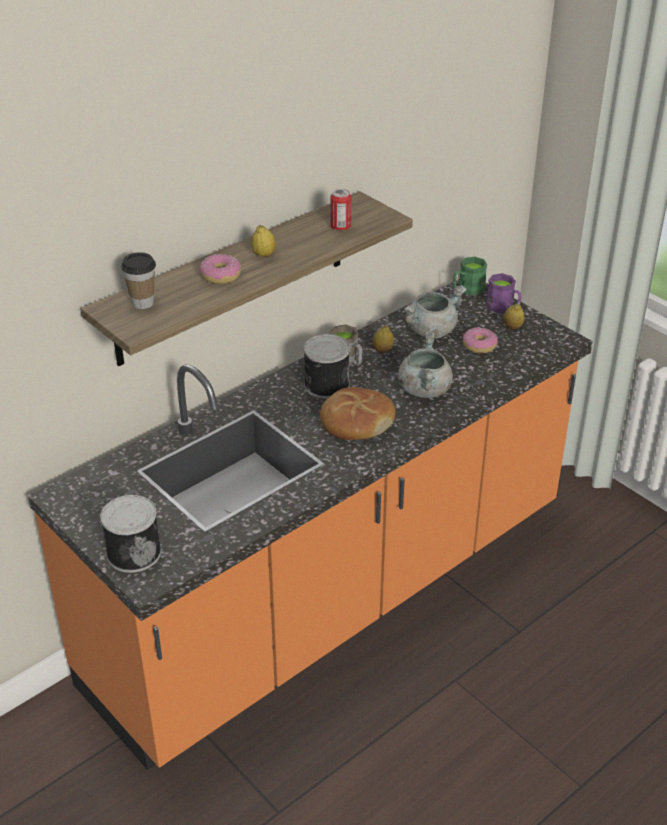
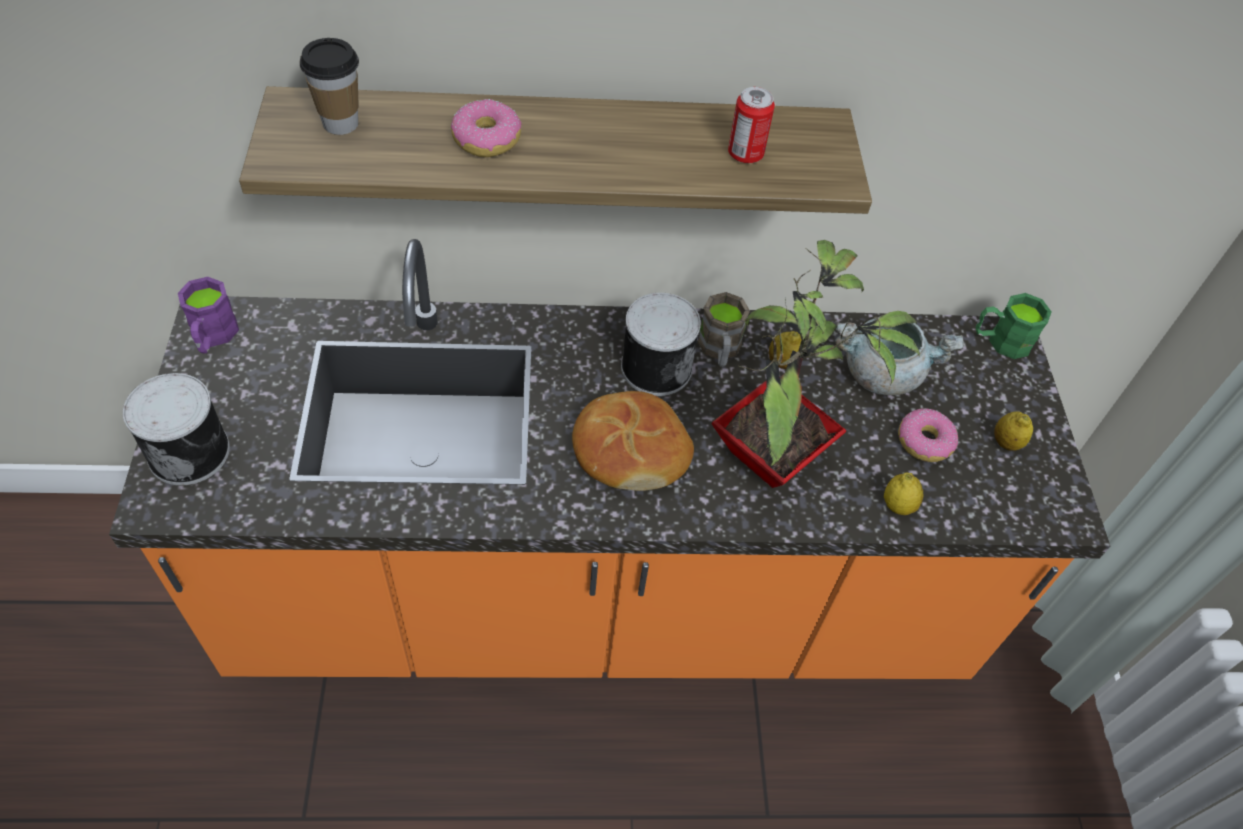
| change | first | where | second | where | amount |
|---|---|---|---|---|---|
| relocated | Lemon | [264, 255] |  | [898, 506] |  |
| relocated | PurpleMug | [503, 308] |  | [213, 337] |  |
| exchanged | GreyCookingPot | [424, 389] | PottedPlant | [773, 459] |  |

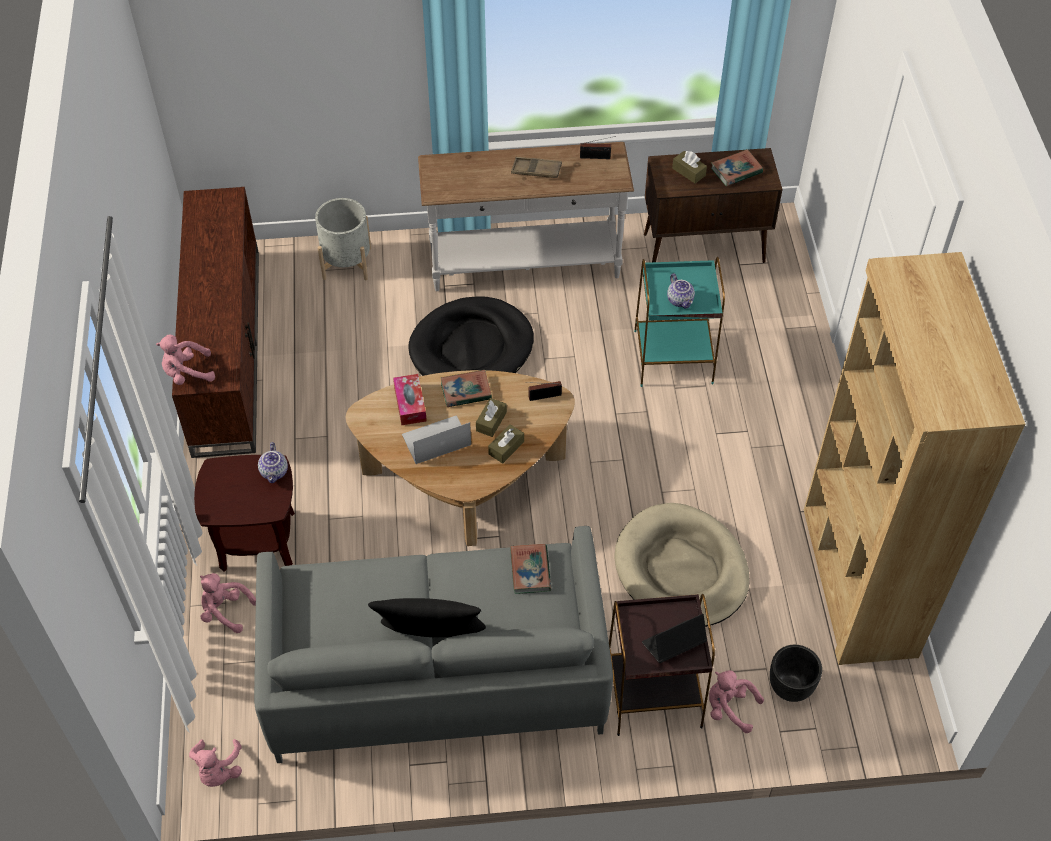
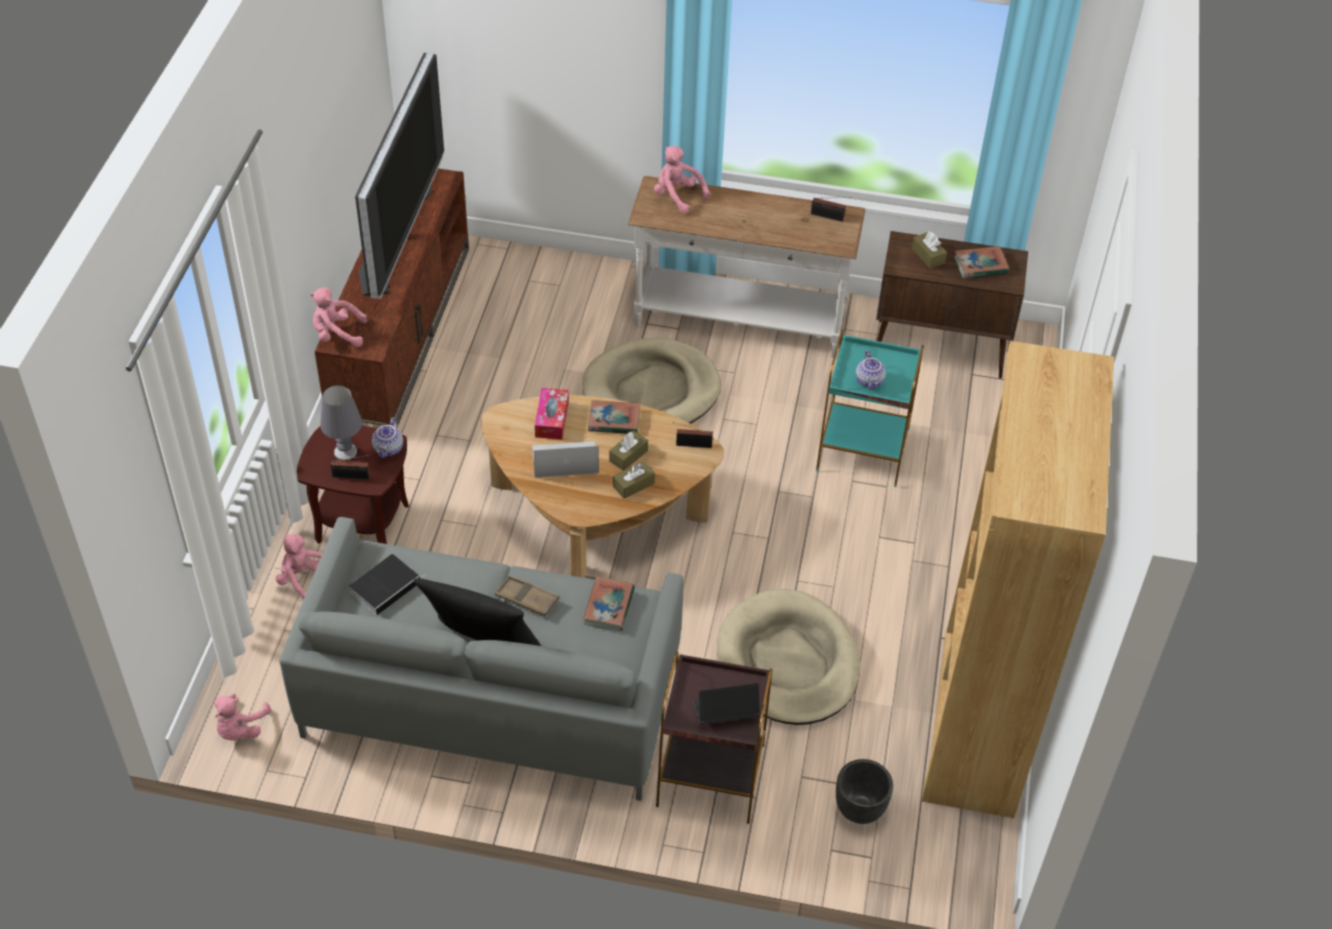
| change | first | where | second | where | amount |
|---|---|---|---|---|---|
| missing | GreyPlanter | [347, 263] |  |  |  |
| appeared |  |  | GreyTableLamp | [345, 451] |  |
| appeared |  |  | Radio | [353, 476] |  |
| appeared |  |  | Book | [386, 586] |  |
| appeared |  |  | Television | [397, 238] |  |
| relocated | BrownTray | [536, 170] |  | [527, 599] |  |
| relocated | PinkPlushToy | [729, 708] |  | [677, 196] |  |
| colour | BlackDogBed | [472, 348] | BeigeDogBed | [651, 391] |  |

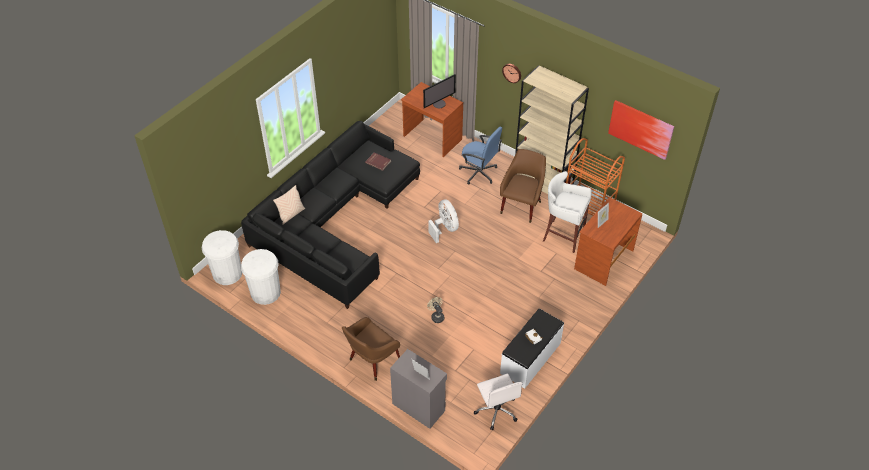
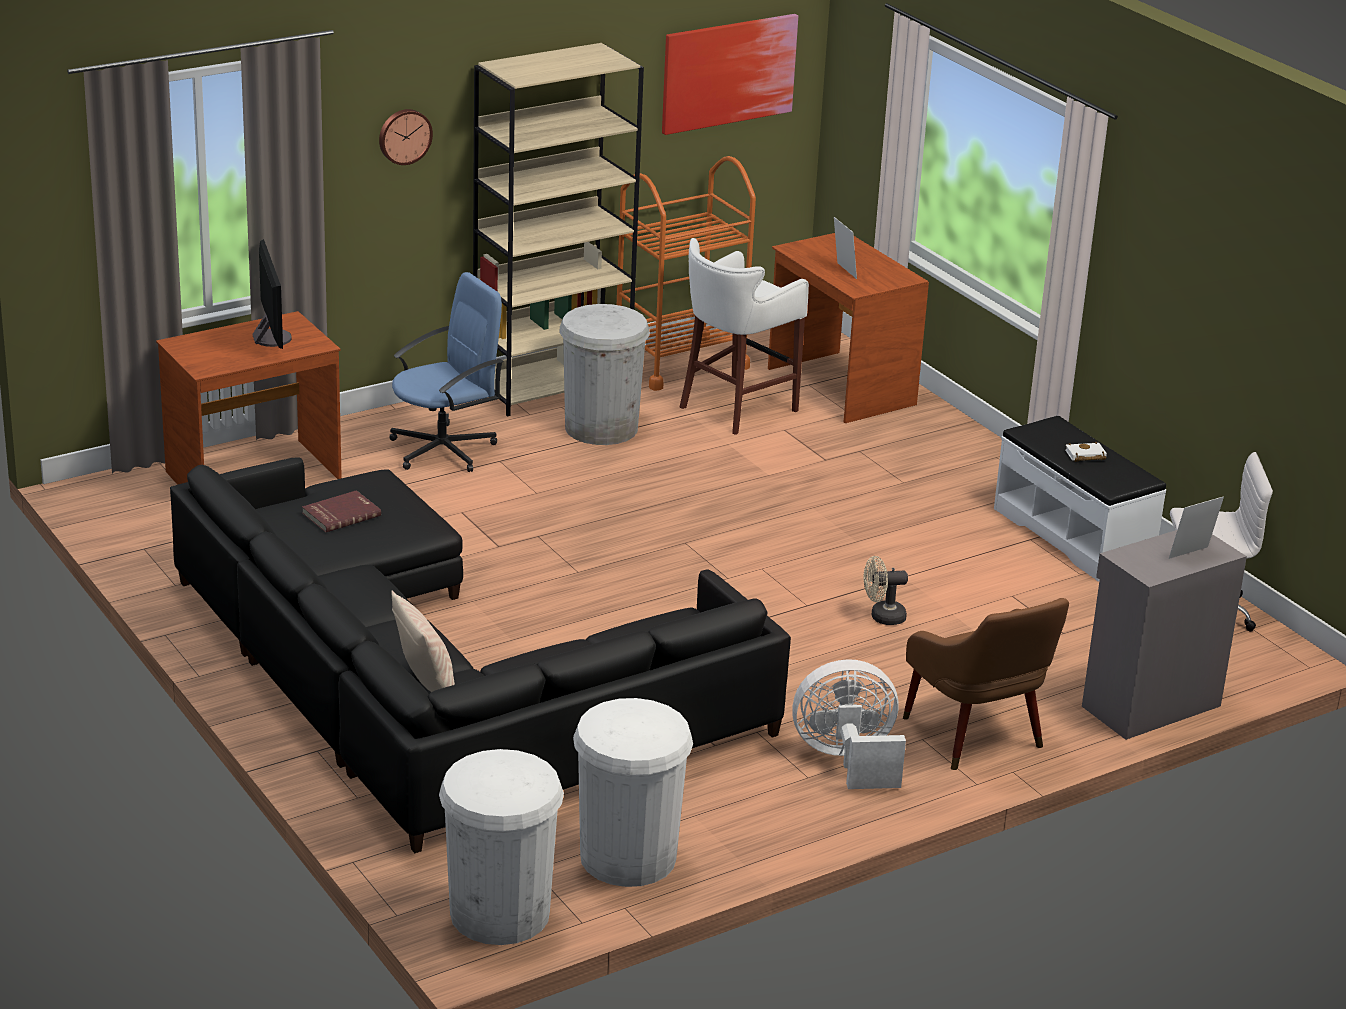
| change | first | where | second | where | amount |
|---|---|---|---|---|---|
| relocated | WhiteFan | [444, 229] |  | [847, 760] |  |
| exchanged | BrownArmchair | [521, 205] | WhiteTrashCan | [601, 428] |  |

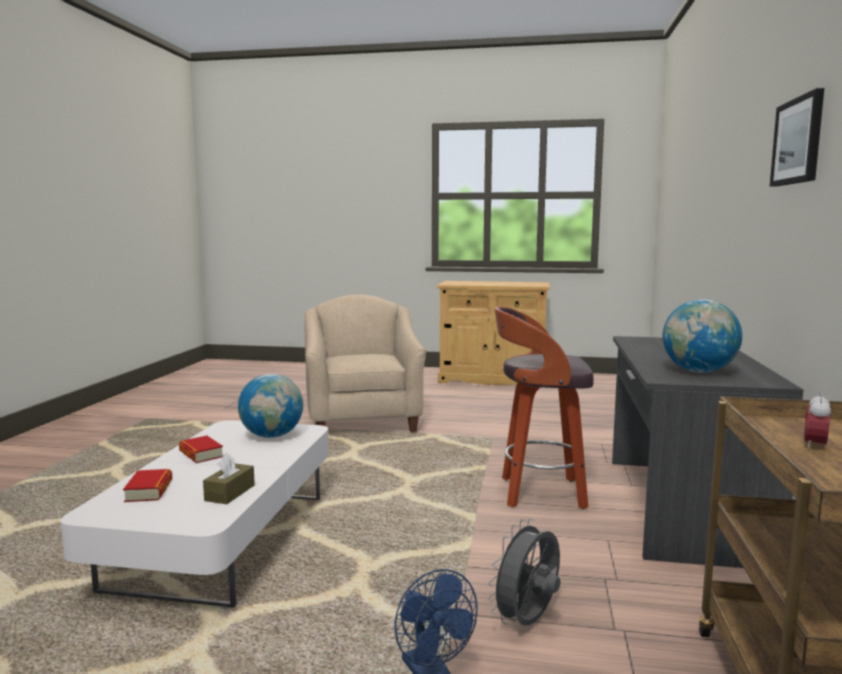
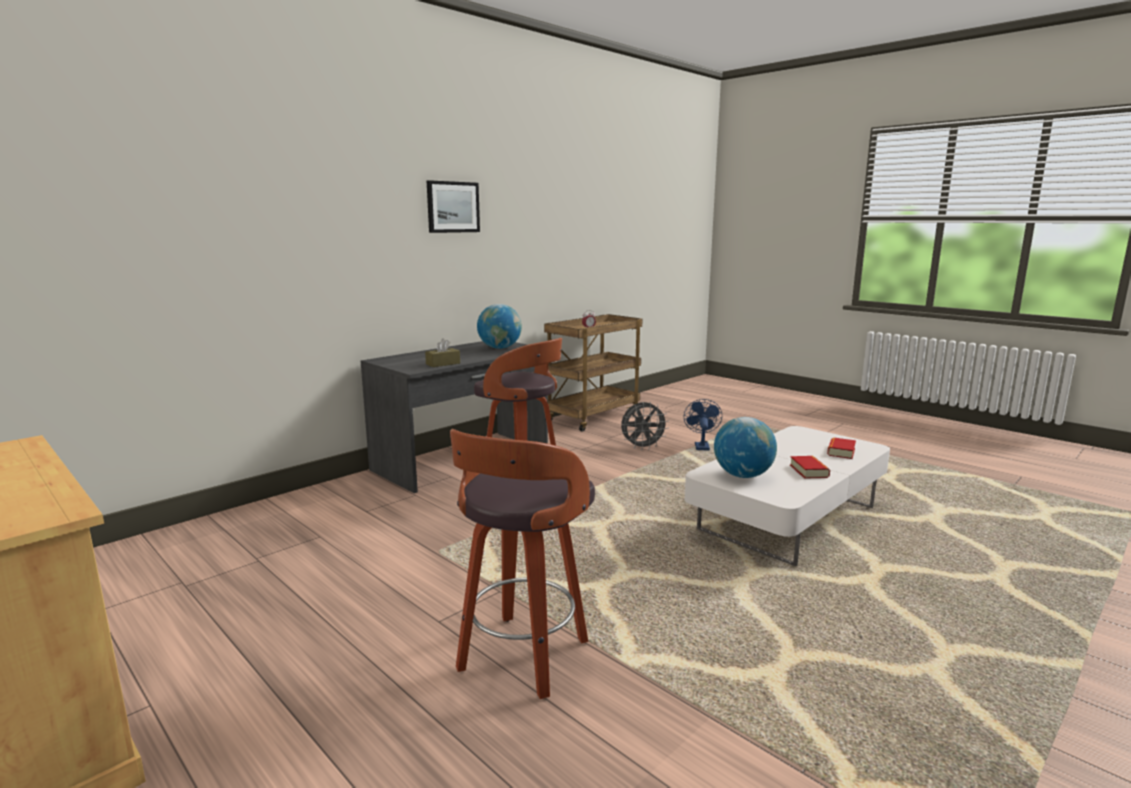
| change | first | where | second | where | amount |
|---|---|---|---|---|---|
| relocated | BrownTissueBox | [230, 493] |  | [443, 364] |  |
| exchanged | BeigeArmchair | [363, 419] | Stool | [522, 658] |  |

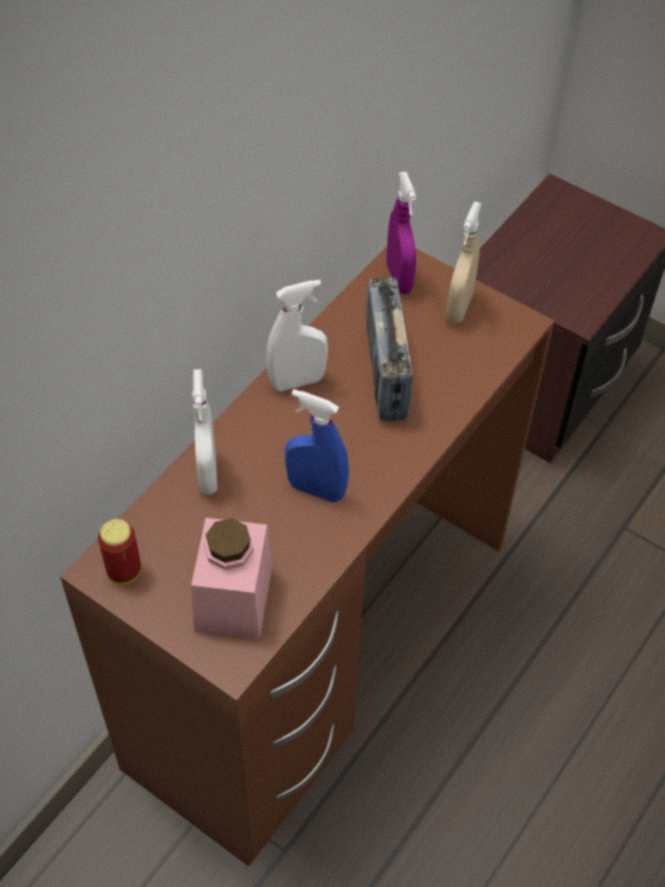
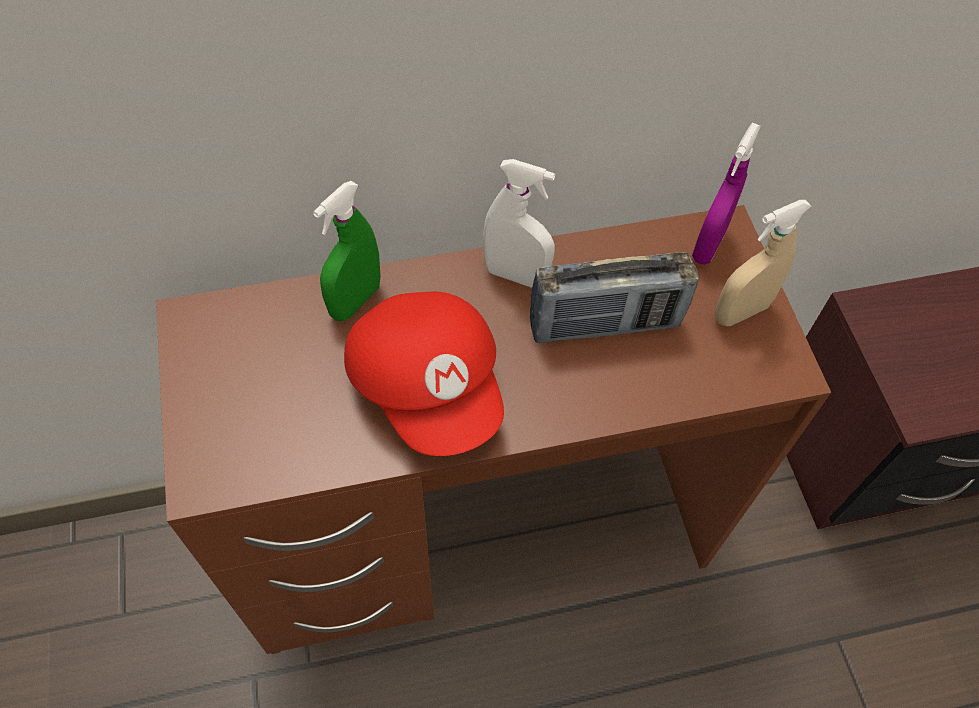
| change | first | where | second | where | amount |
|---|---|---|---|---|---|
| missing | Can | [124, 571] |  |  |  |
| missing | PinkJar | [233, 598] |  |  |  |
| exchanged | BlueSprayBottle | [316, 489] | RedCap | [429, 385] |  |
| colour | WhiteSprayBottle | [207, 474] | GreenSprayBottle | [355, 301] |  |
| spun | Radio | [385, 373] |  | [604, 324] | 135 degrees counterclockwise |

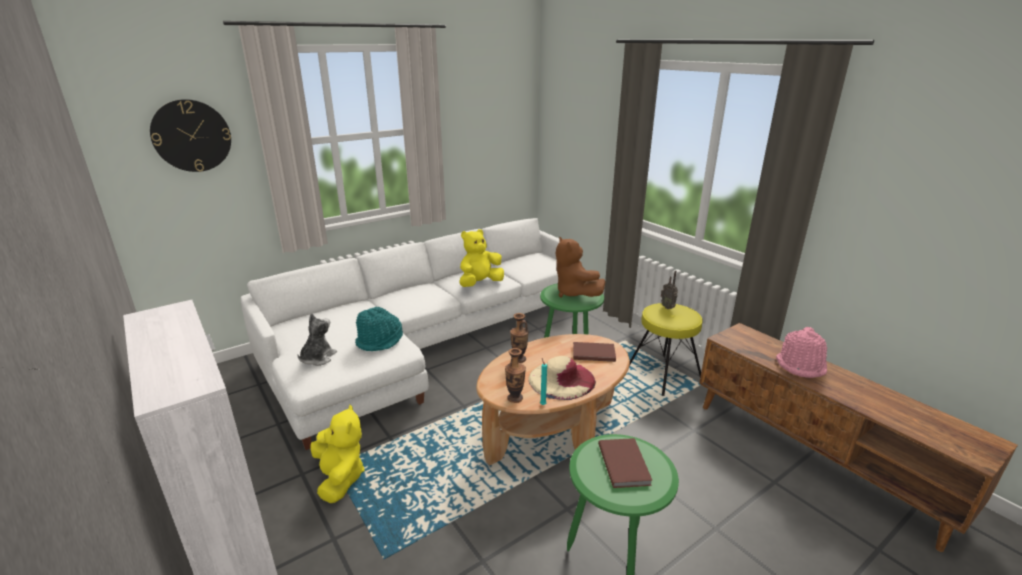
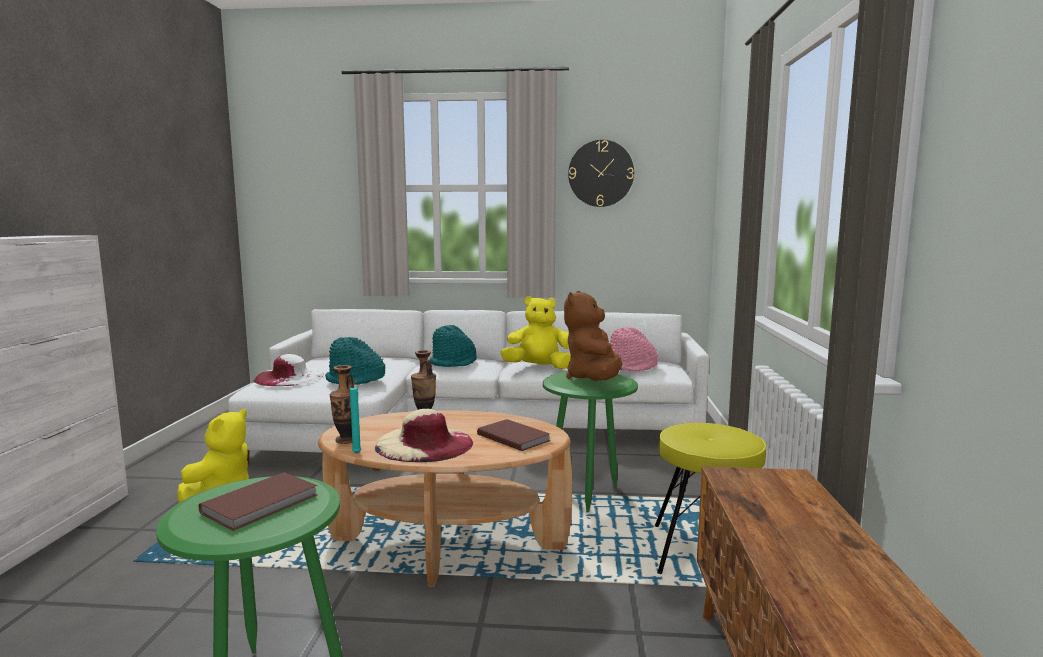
| change | first | where | second | where | amount |
|---|---|---|---|---|---|
| missing | Radio | [668, 307] |  |  |  |
| appeared |  |  | TurquoiseHat | [453, 363] |  |
| relocated | WallClock | [191, 136] |  | [600, 173] |  |
| relocated | PinkHat | [801, 365] |  | [631, 367] |  |
| exchanged | PlushToy | [317, 358] | WhiteHat | [289, 377] |  |

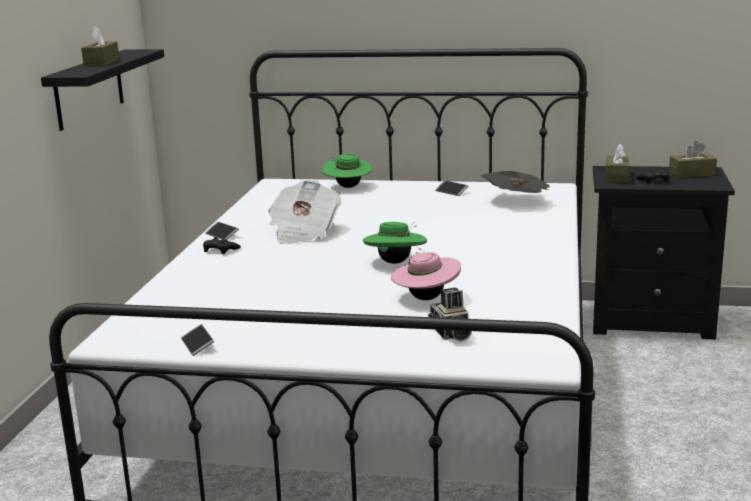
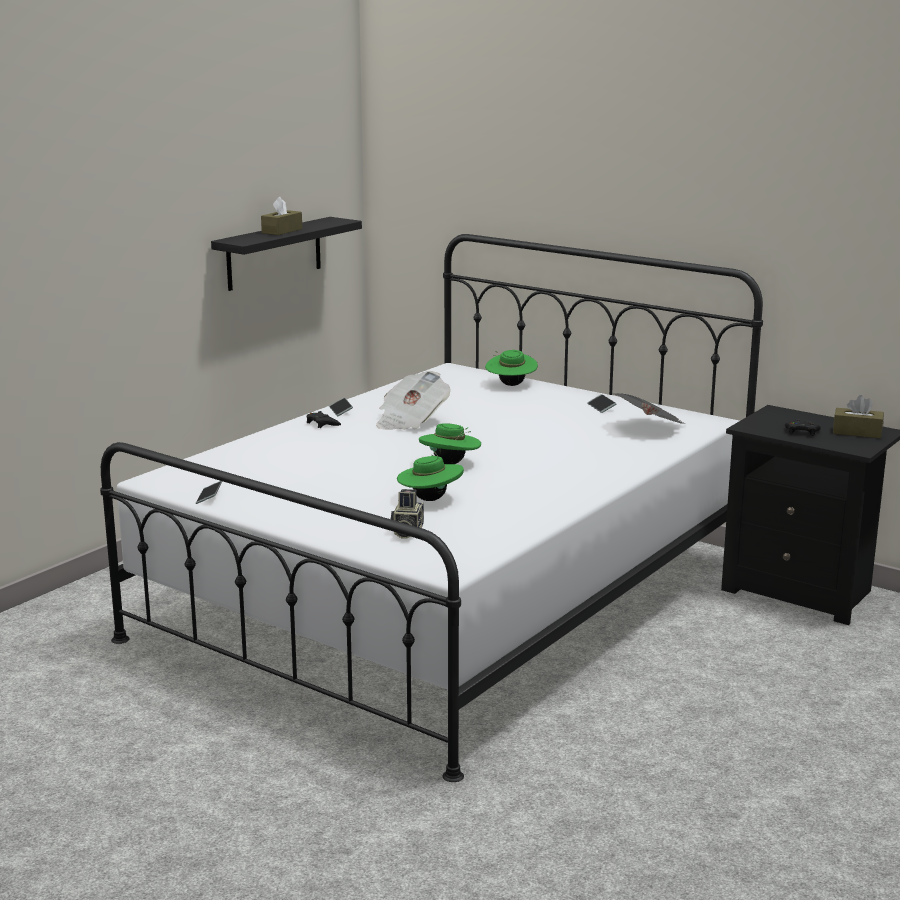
| change | first | where | second | where | amount |
|---|---|---|---|---|---|
| missing | BrownTissueBox | [617, 177] |  |  |  |
| colour | PinkHat | [426, 298] | GreenHat | [430, 499] |  |

